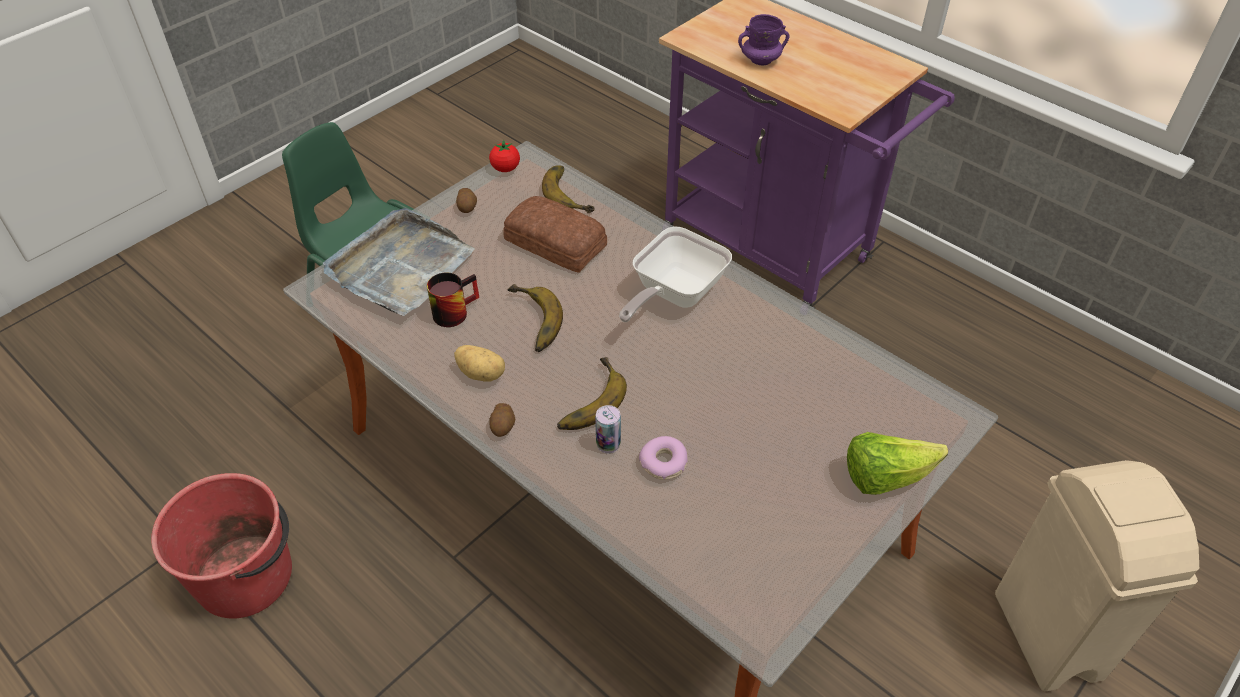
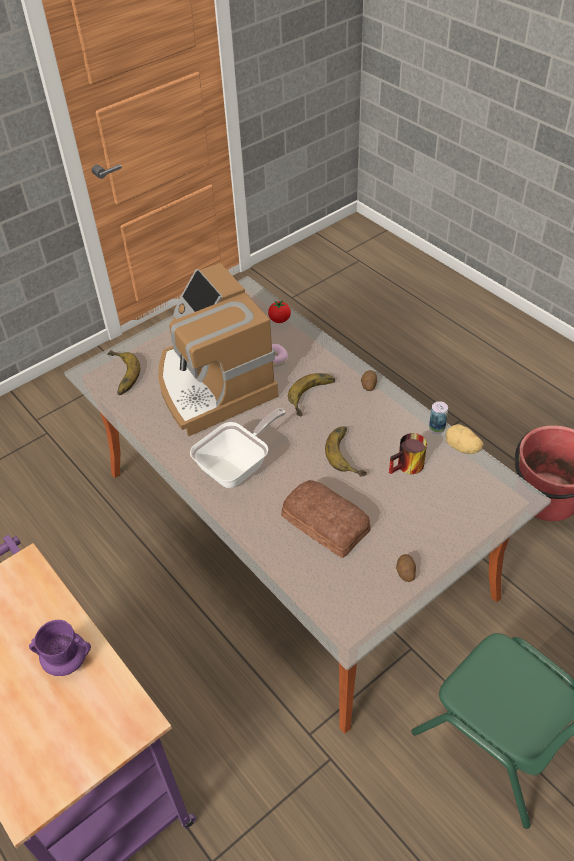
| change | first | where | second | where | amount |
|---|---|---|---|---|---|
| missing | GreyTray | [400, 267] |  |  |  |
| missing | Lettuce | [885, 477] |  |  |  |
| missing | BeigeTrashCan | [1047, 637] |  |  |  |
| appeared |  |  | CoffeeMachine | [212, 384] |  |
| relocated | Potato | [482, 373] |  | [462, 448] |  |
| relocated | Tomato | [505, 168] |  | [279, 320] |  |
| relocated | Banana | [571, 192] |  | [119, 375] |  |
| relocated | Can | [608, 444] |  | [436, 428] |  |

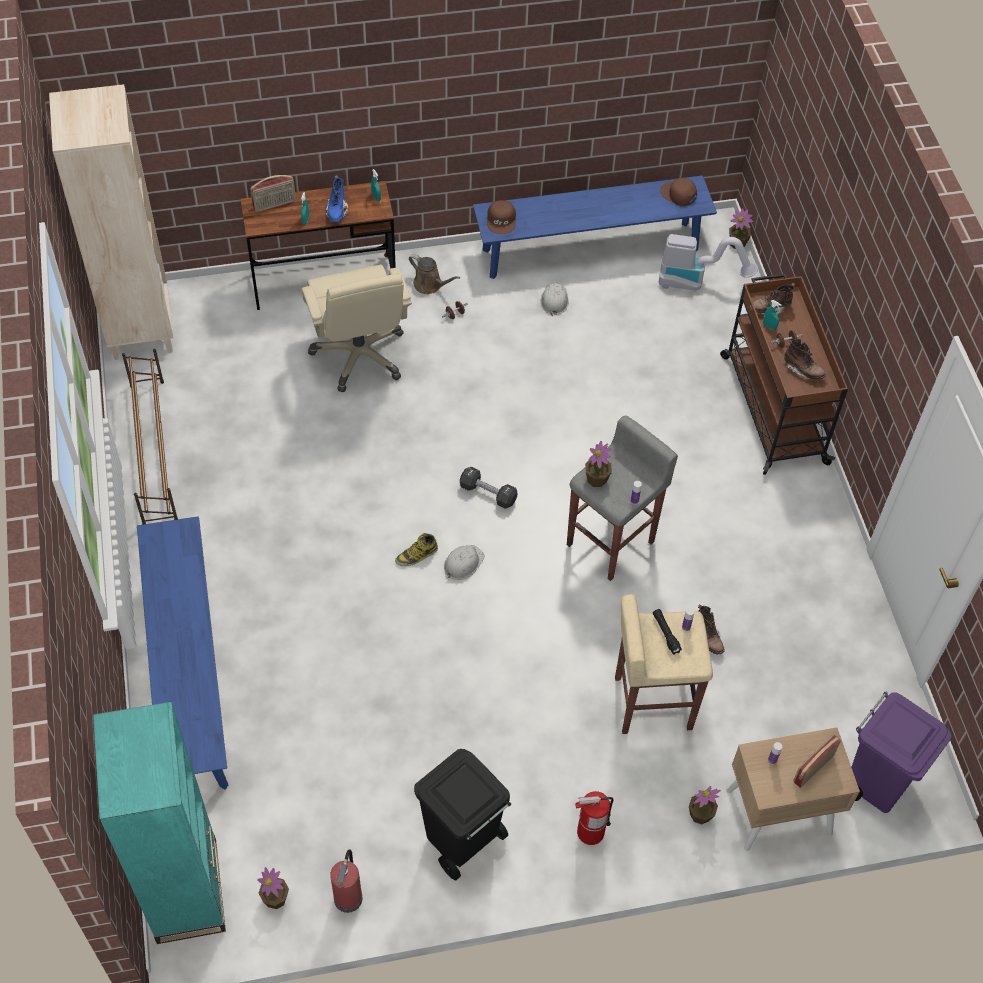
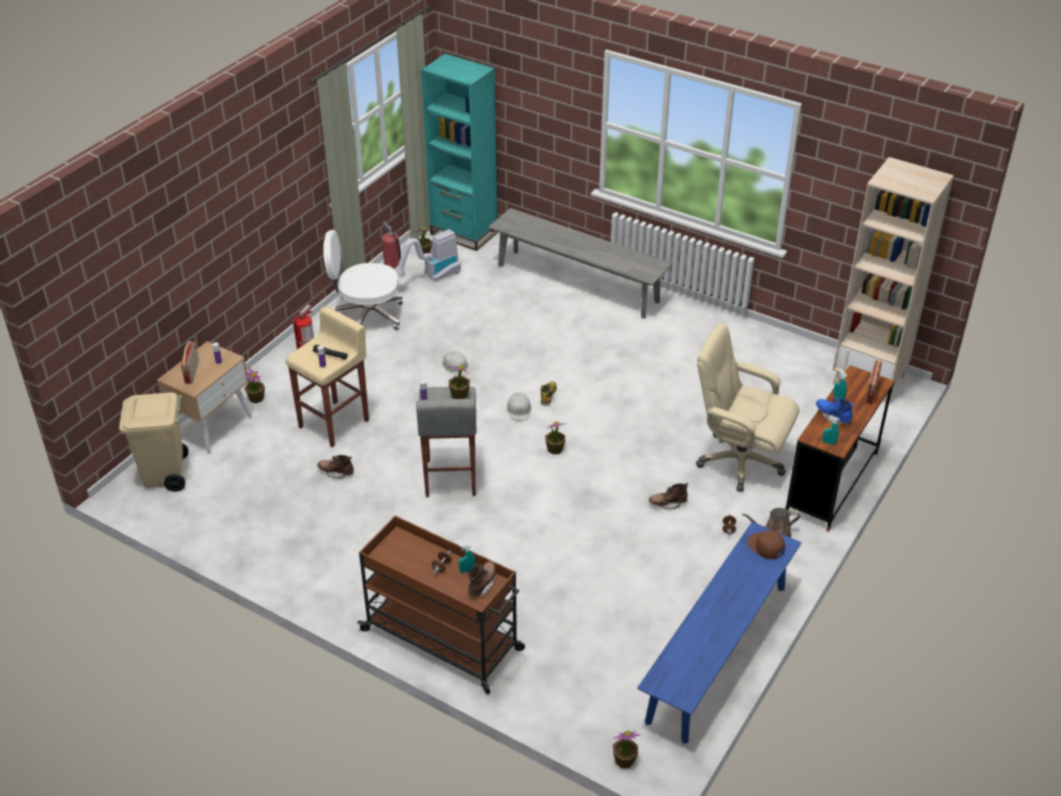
| change | first | where | second | where | amount |
|---|---|---|---|---|---|
| missing | BrownShoeRack | [154, 450] |  |  |  |
| missing | BrownCap | [678, 194] |  |  |  |
| relocated | WhiteHardHat | [554, 300] |  | [456, 366] |  |
| relocated | VacuumCleaner | [696, 282] |  | [431, 277] |  |
| relocated | BrownBoot | [803, 370] |  | [667, 504] |  |
| exchanged | BlackTrashCan | [461, 841] | WhiteOfficeChair | [366, 316] |  |
| exchanged | BlackDumbbell | [488, 493] | PottedPlant | [555, 449] |  |
| colour | BlueBench | [189, 675] | GreyBench | [577, 283] |  |
| colour | PurpleTrashCan | [877, 781] | BeigeTrashCan | [165, 475] |  |

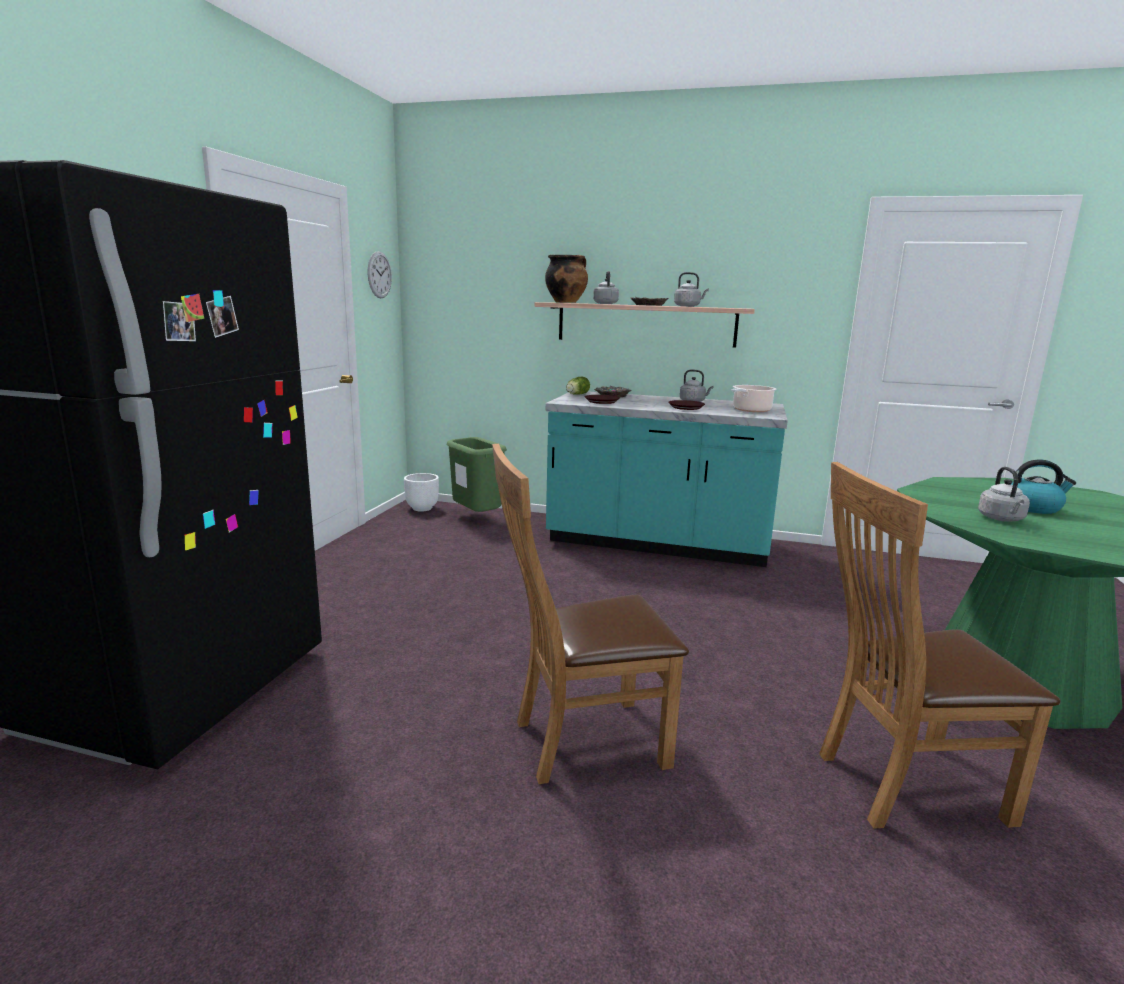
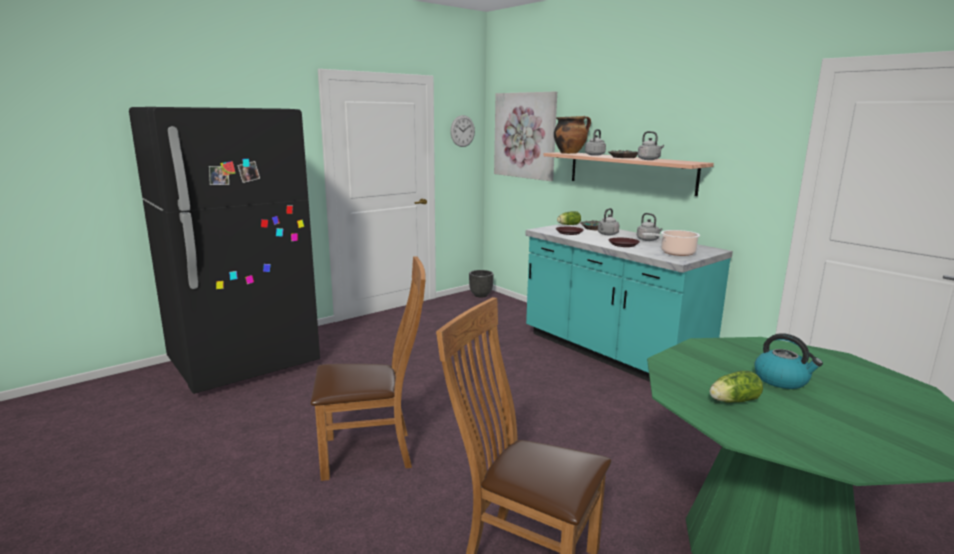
| change | first | where | second | where | amount |
|---|---|---|---|---|---|
| missing | GreenTrashCan | [477, 519] |  |  |  |
| appeared |  |  | Picture | [525, 135] |  |
| appeared |  |  | Lettuce | [732, 401] |  |
| relocated | GreyKettle | [1001, 519] |  | [607, 234] |  |
| colour | WhitePlanter | [422, 508] | BlackPlanter | [481, 295] |  |
| spun | BrownChair | [580, 742] |  | [373, 452] | 150 degrees clockwise |

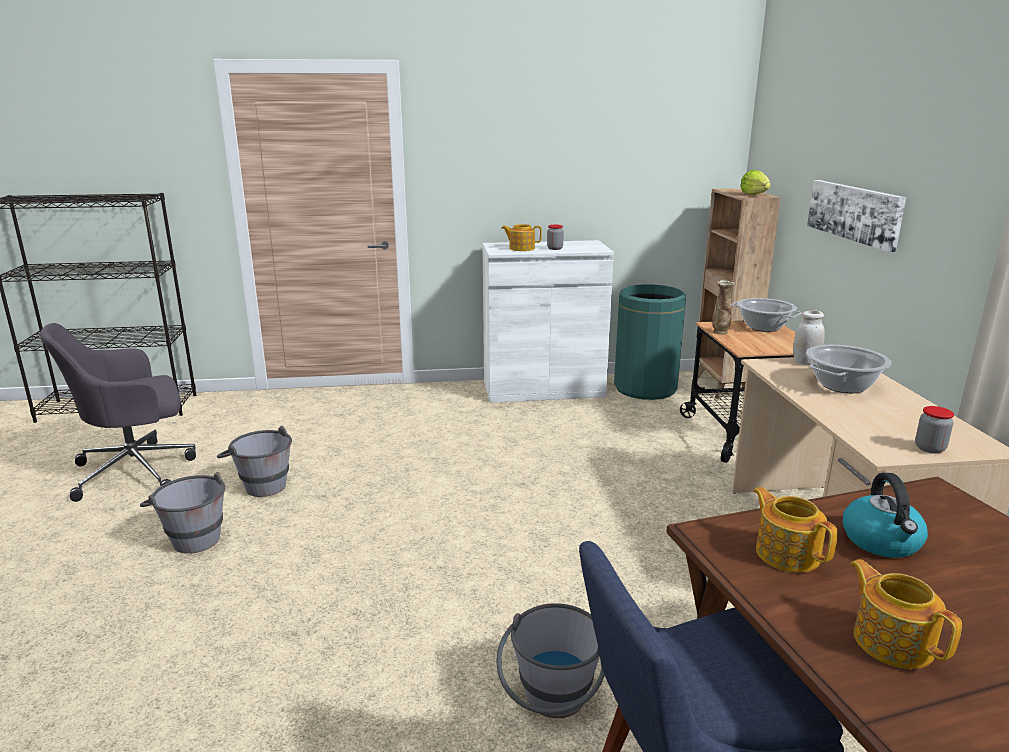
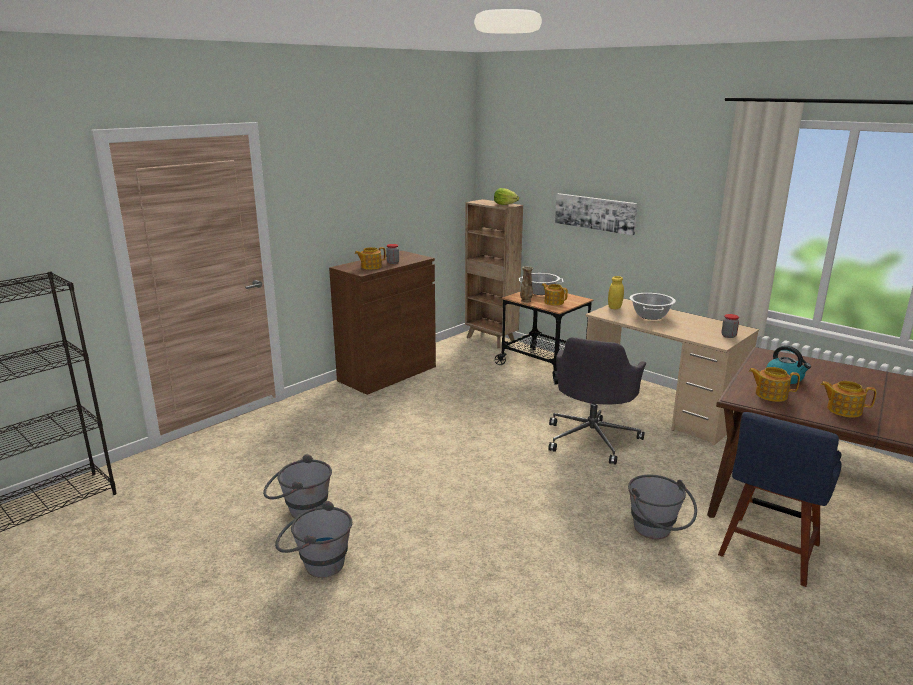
| change | first | where | second | where | amount |
|---|---|---|---|---|---|
| missing | GreenTrashCan | [645, 388] |  |  |  |
| appeared |  |  | Teapot | [553, 302] |  |
| relocated | GreyOfficeChair | [137, 470] |  | [592, 438] |  |
| colour | WhiteCabinet | [543, 389] | BrownCabinet | [387, 373] |  |
| colour | WhiteJar | [805, 362] | YellowJar | [614, 307] |  |

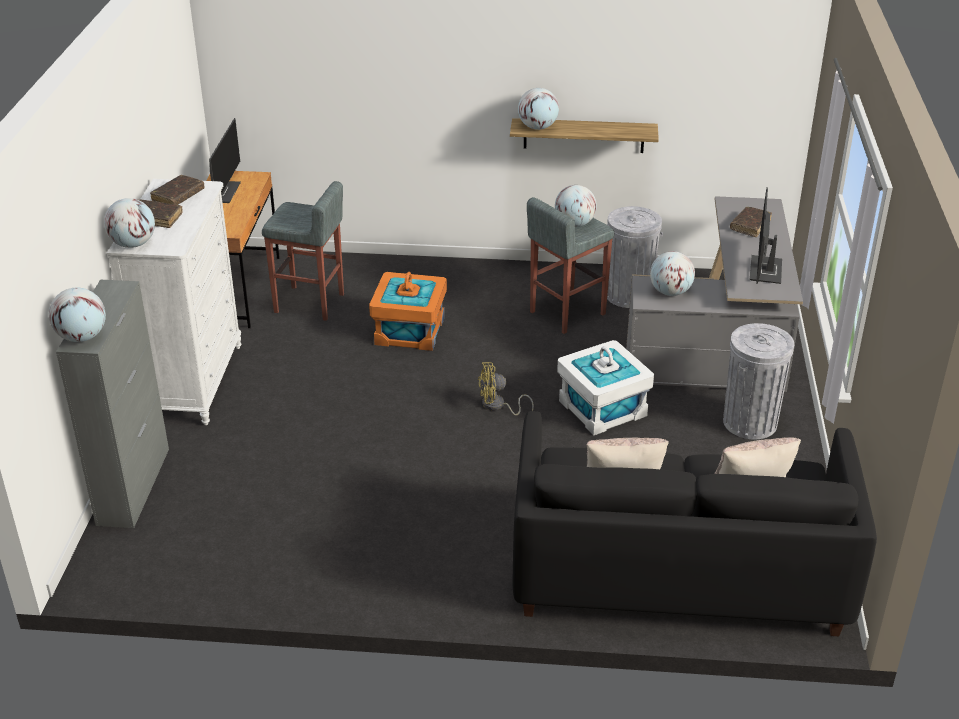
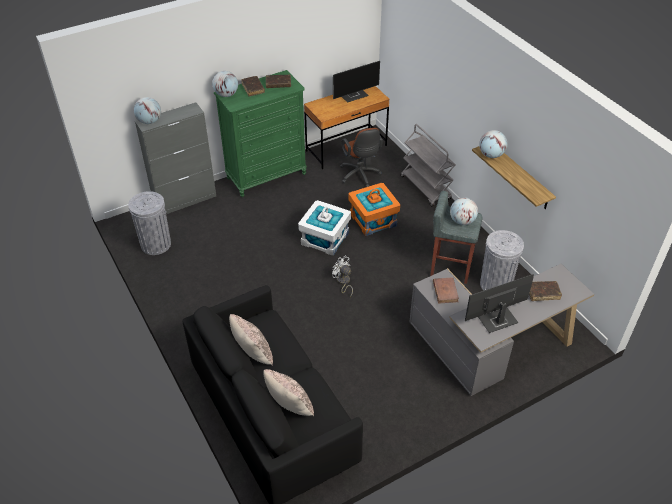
| change | first | where | second | where | amount |
|---|---|---|---|---|---|
| appeared |  |  | GreyCart | [426, 188] |  |
| relocated | WhiteStorageBox | [602, 408] |  | [324, 238] |  |
| relocated | GreyTrashCan | [750, 422] |  | [155, 244] |  |
| exchanged | GreyStool | [310, 304] | BrownOfficeChair | [360, 176] |  |
| exchanged | Globe | [670, 292] | BrownBook | [445, 291] |  |
| colour | WhiteDresser | [193, 382] | GreenDresser | [266, 176] |  |
| colour | YellowFan | [497, 406] | WhiteFan | [343, 282] |  |

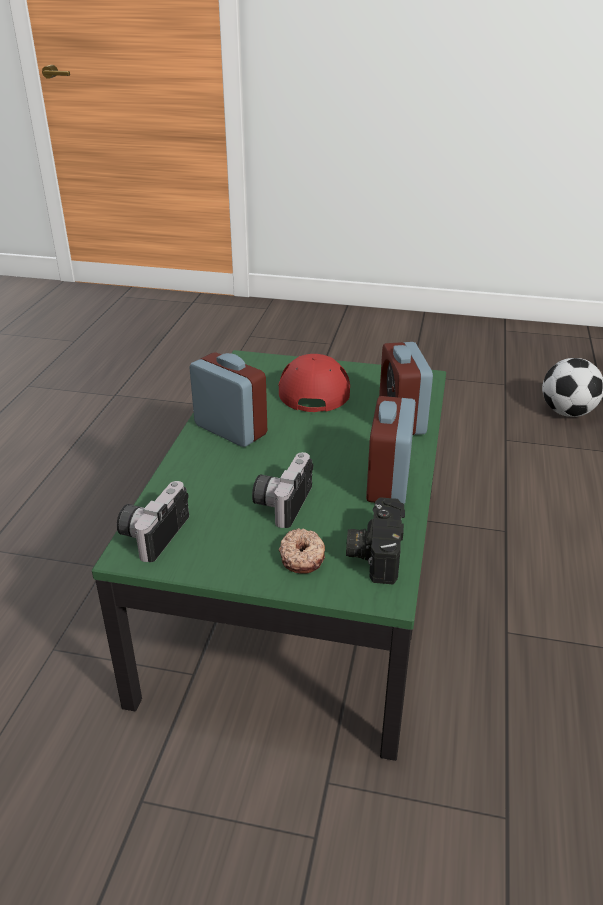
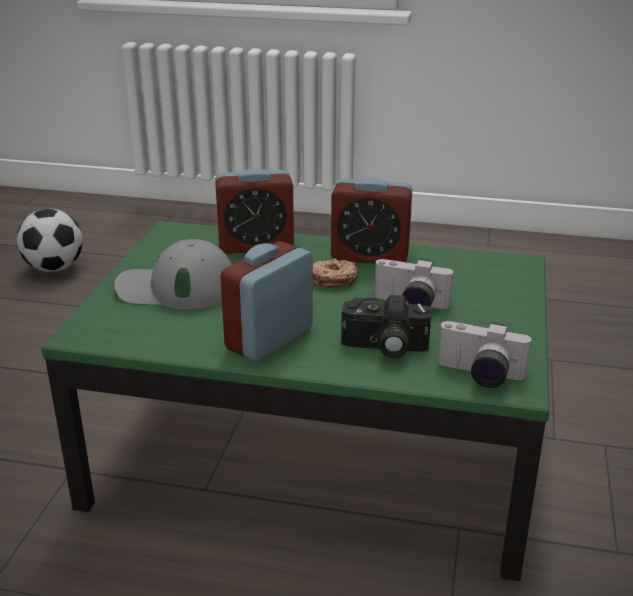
| change | first | where | second | where | amount |
|---|---|---|---|---|---|
| relocated | Donut | [303, 557] |  | [333, 279] |  |
| relocated | PhotoCamera | [374, 552] |  | [384, 347] |  |
| colour | RedCap | [315, 387] | GreyCap | [176, 288] |  |

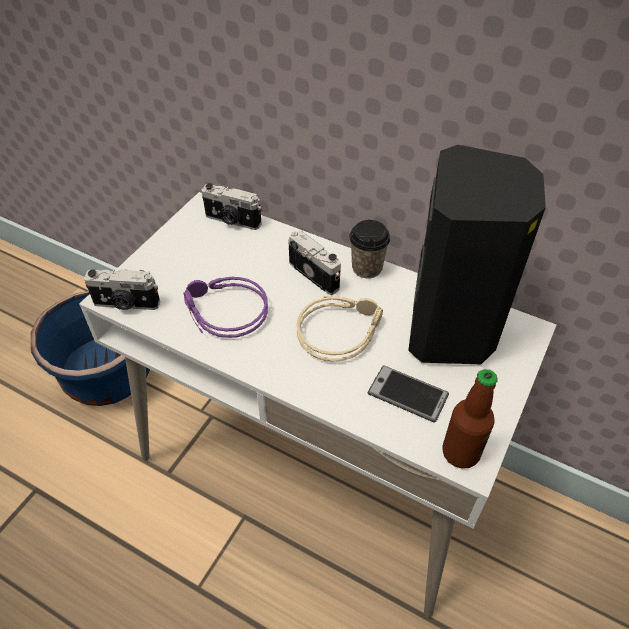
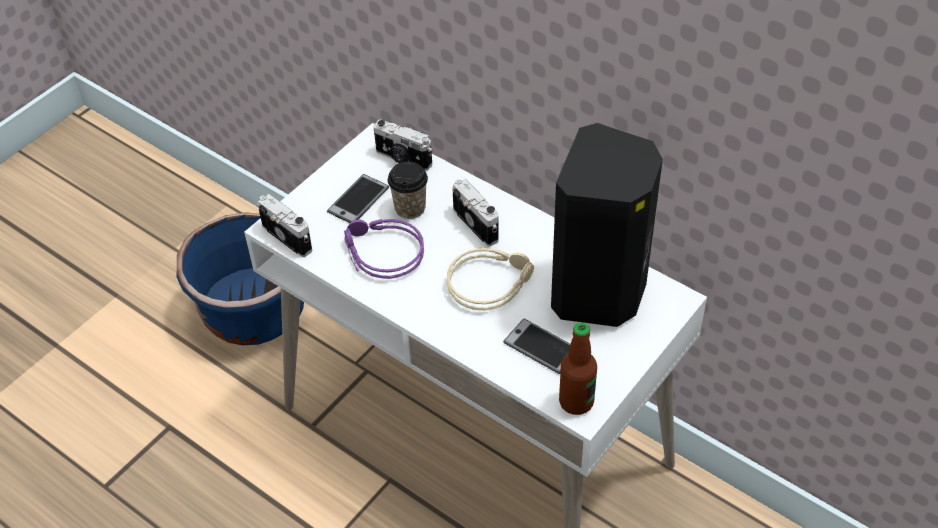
| change | first | where | second | where | amount |
|---|---|---|---|---|---|
| appeared |  |  | Phone | [358, 200] |  |
| relocated | Cup | [367, 268] |  | [410, 208] |  |
| spun | PhotoCamera | [126, 304] |  | [289, 237] | 150 degrees counterclockwise |

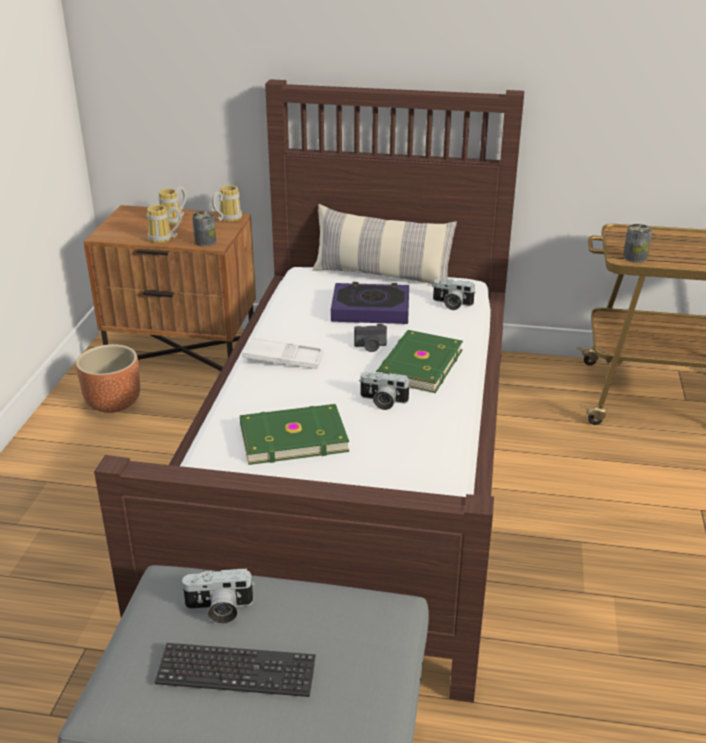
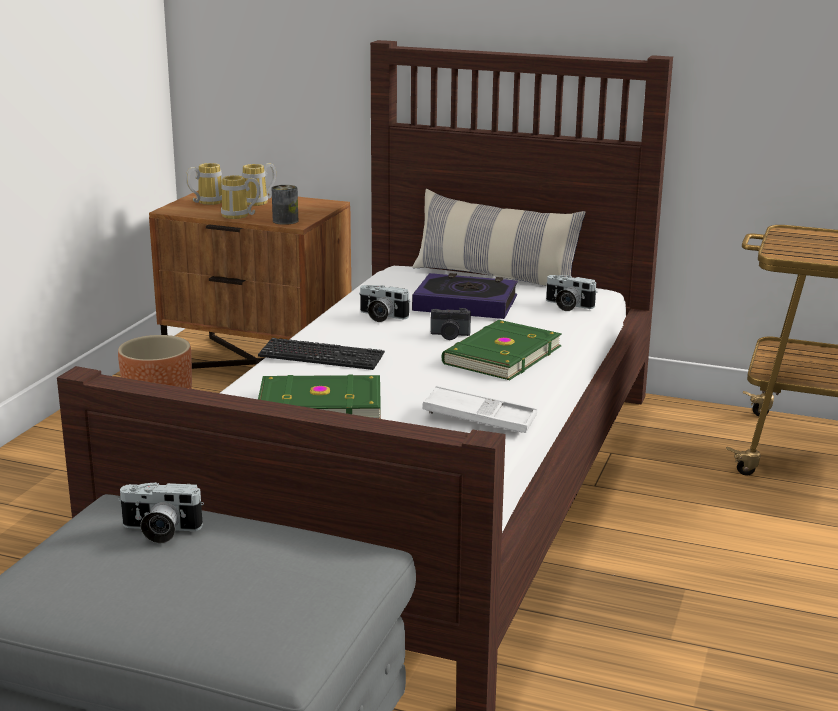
| change | first | where | second | where | amount |
|---|---|---|---|---|---|
| missing | Can | [635, 257] |  |  |  |
| relocated | Keyboard | [236, 672] |  | [321, 357] |  |
| relocated | Mug | [227, 218] |  | [206, 202] |  |
| relocated | WhiteTray | [283, 359] |  | [479, 418] |  |
| relocated | PhotoCamera | [382, 401] |  | [381, 317] |  |

